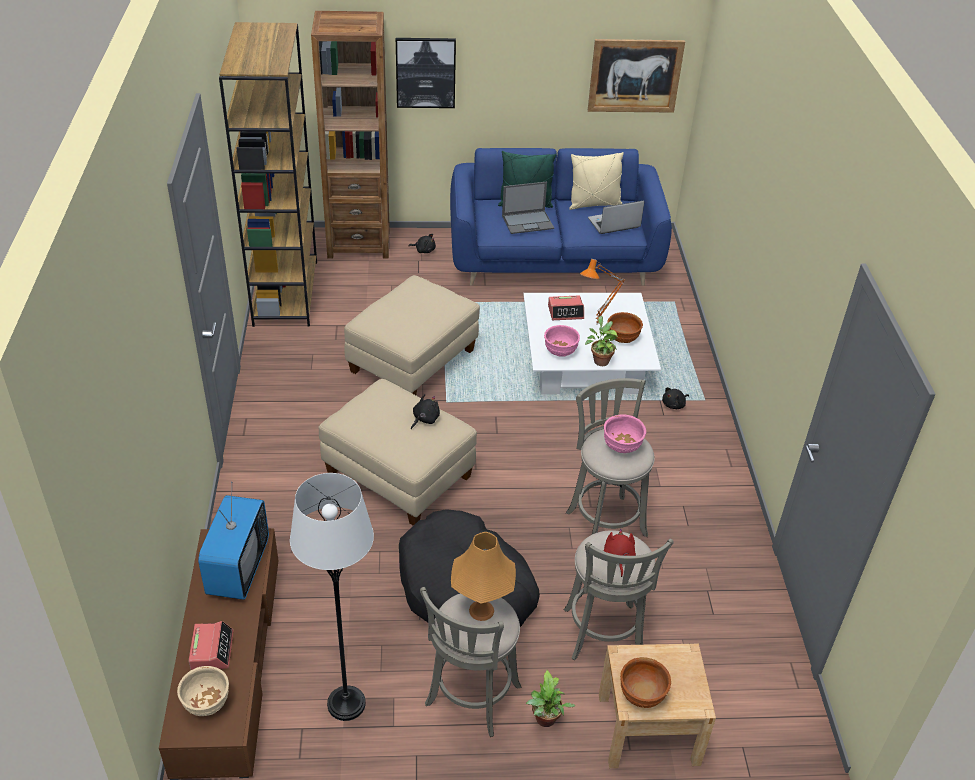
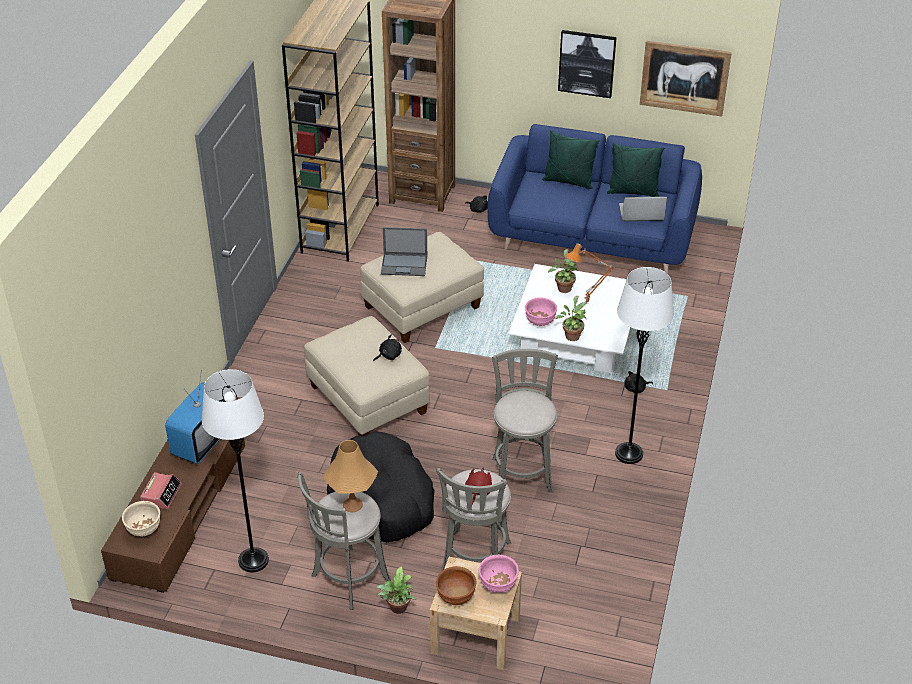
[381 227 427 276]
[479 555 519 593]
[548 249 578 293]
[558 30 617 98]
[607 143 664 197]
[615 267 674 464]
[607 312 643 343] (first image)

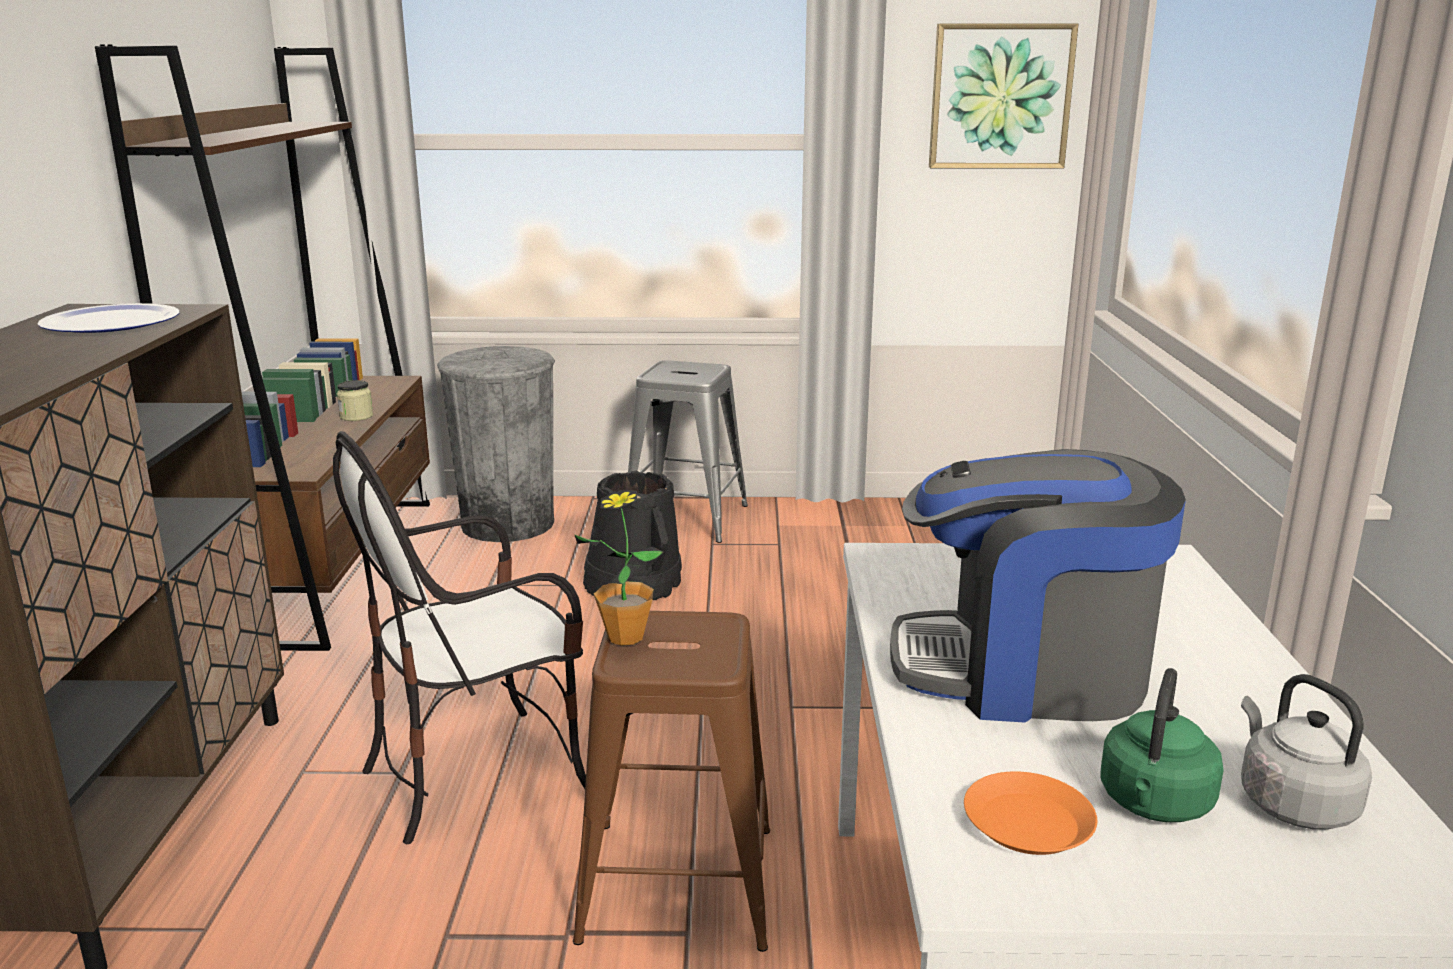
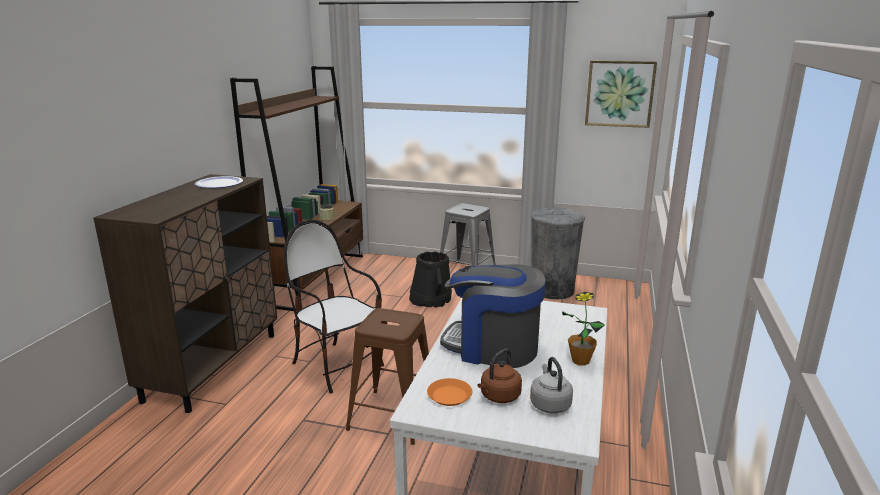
[284 220 384 393]
[478 349 522 403]
[531 208 585 300]
[562 292 605 366]

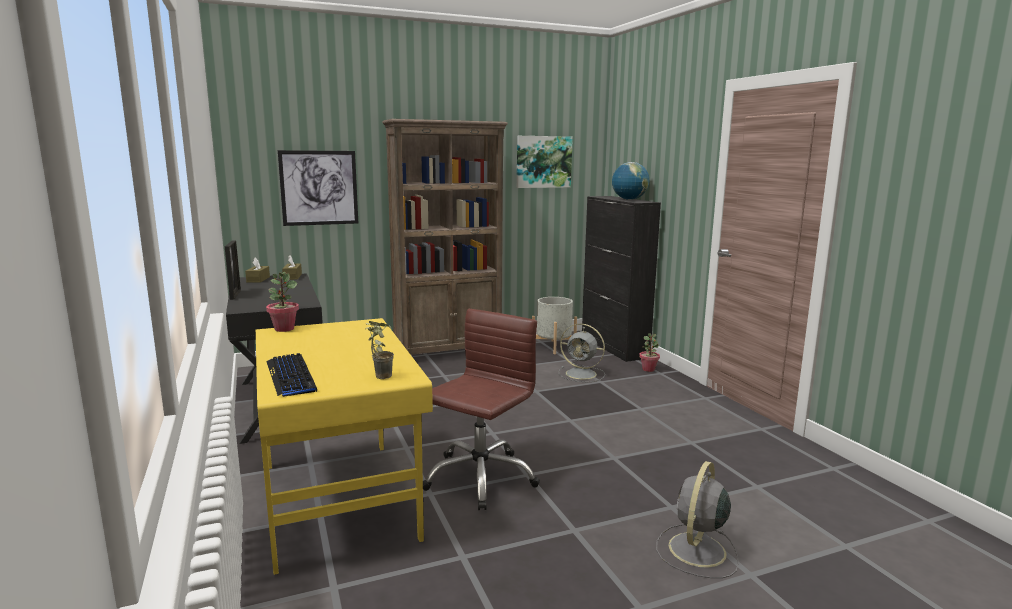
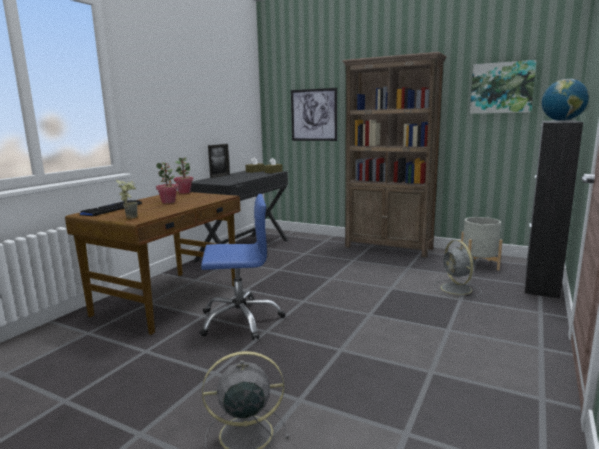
[65 191 240 335]
[156 162 178 204]
[199 194 285 340]

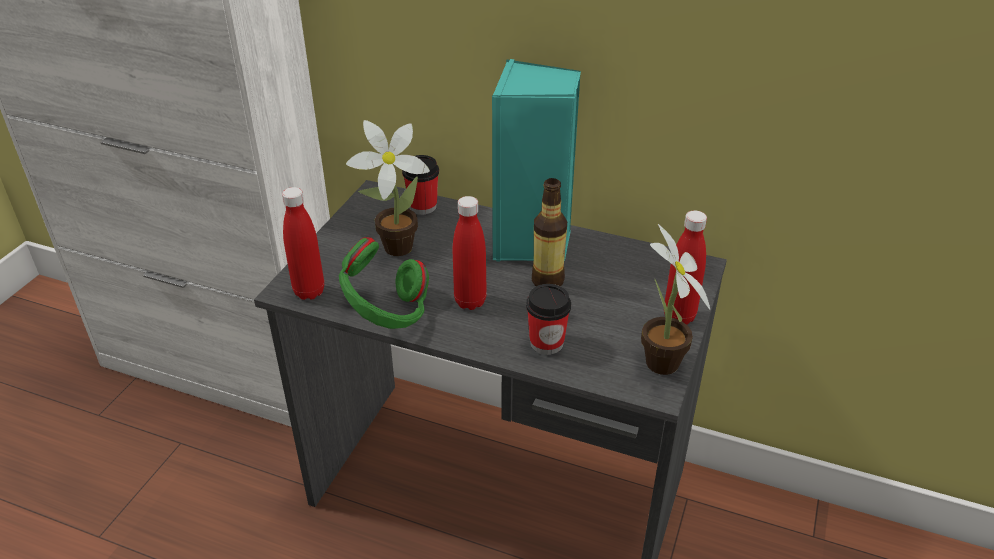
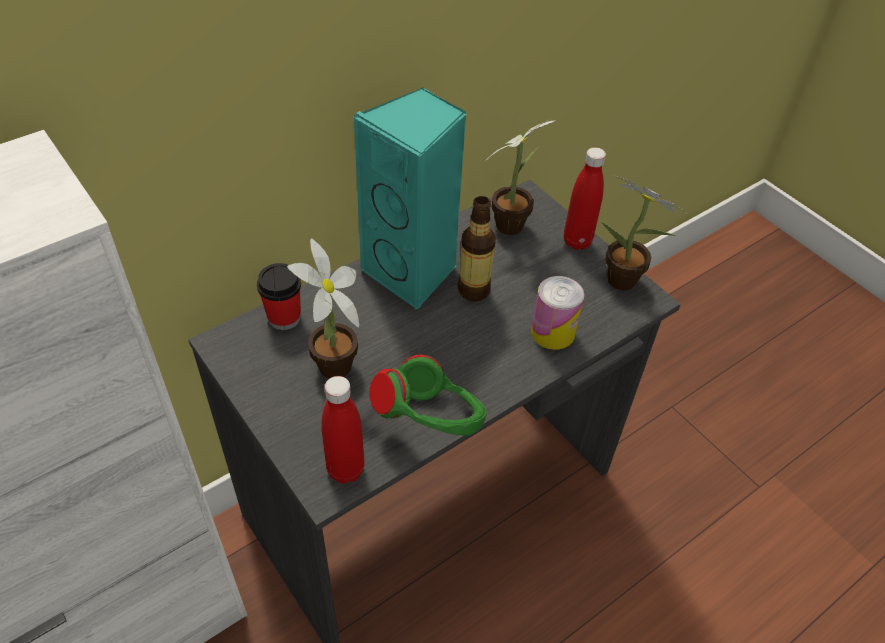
[484 120 554 235]
[531 276 584 350]
[453 196 487 310] (first image)

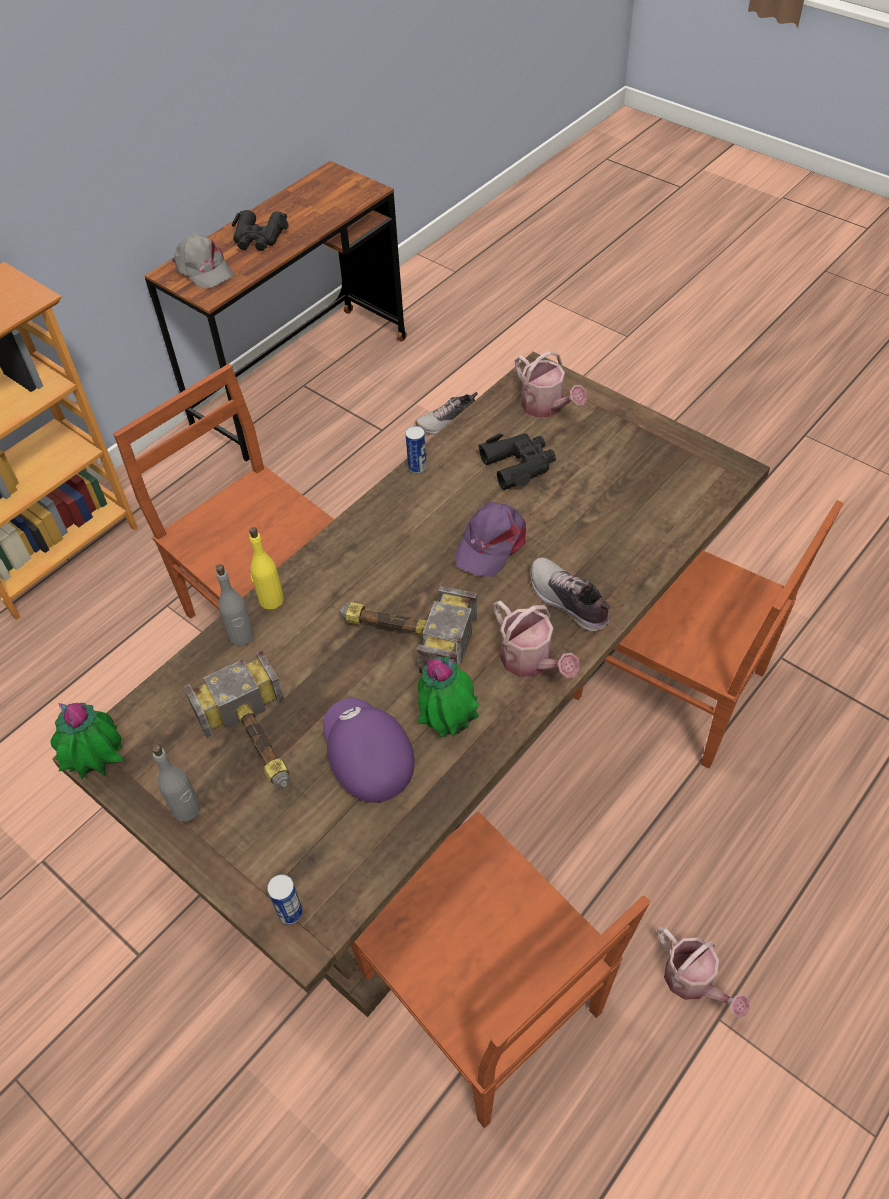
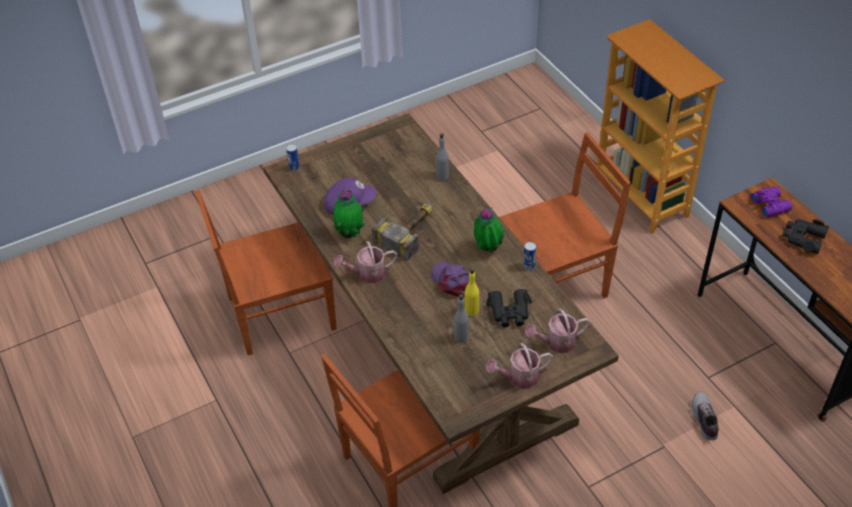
[453 294 469 343]
[465 268 479 316]
[474 207 505 253]
[486 343 553 388]
[751 186 792 217]
[183 651 290 788] (first image)
[530 557 611 631] (first image)

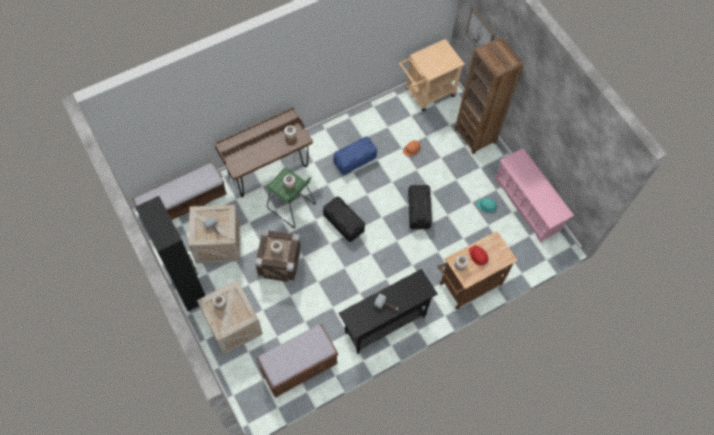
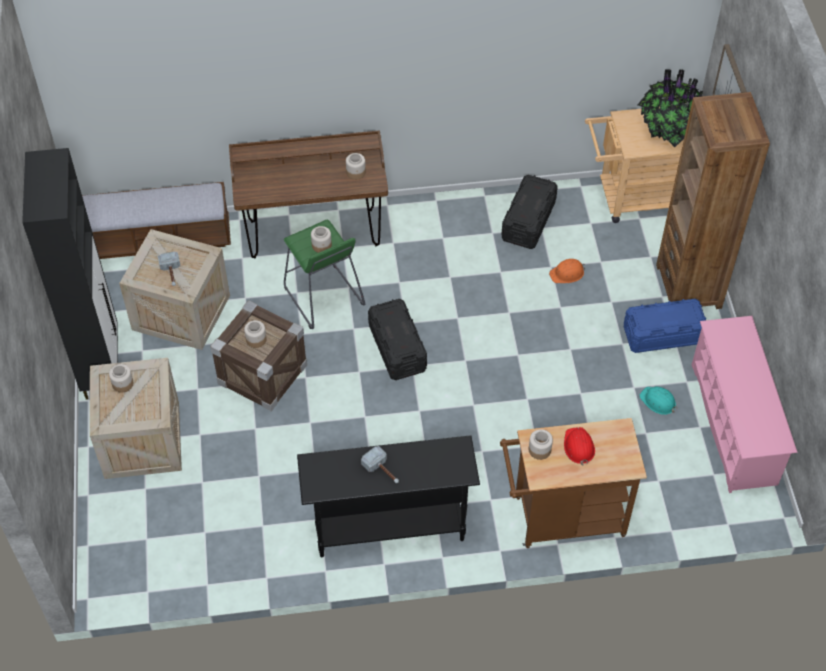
[501 175 558 249]
[624 299 706 353]
[638 69 703 147]
[257 324 338 398] (first image)

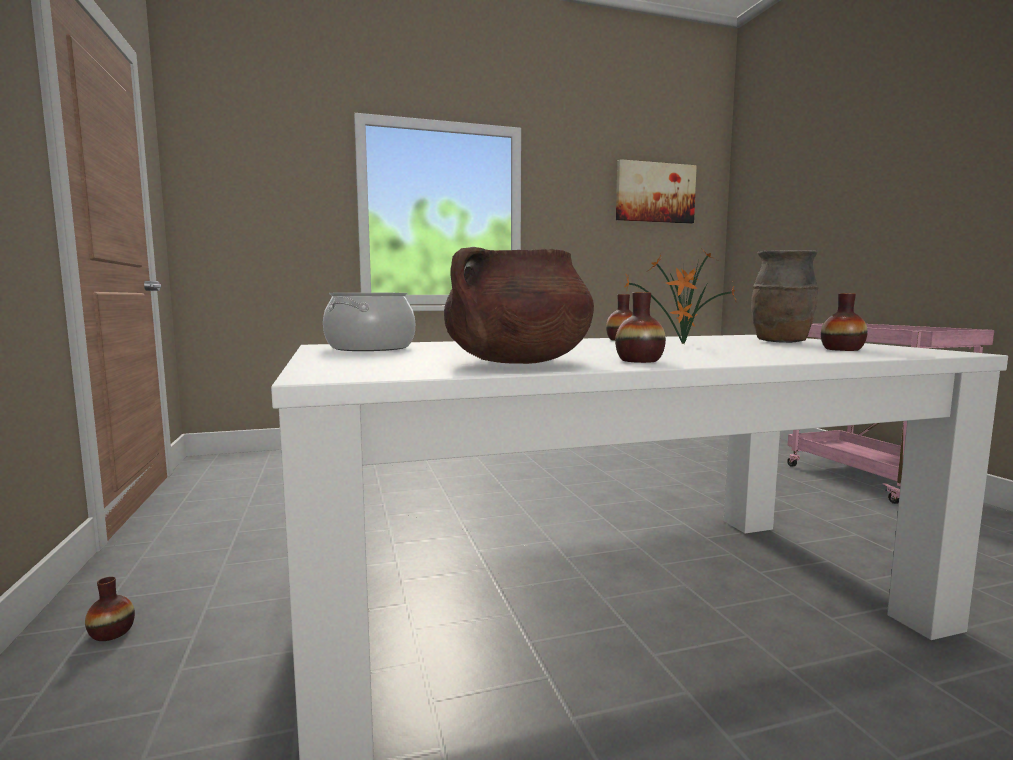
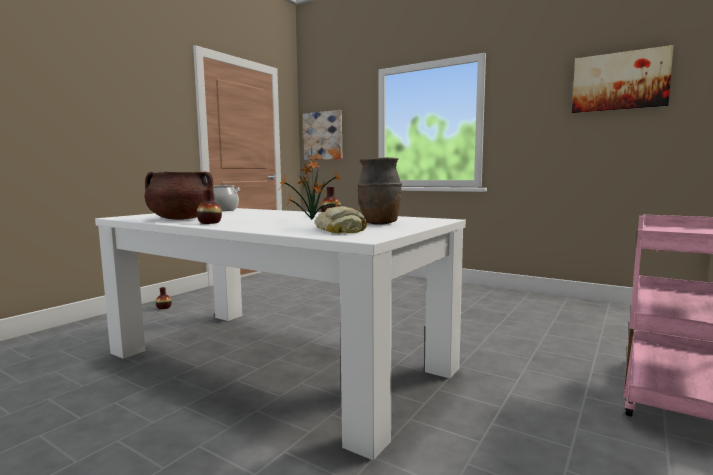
[303 110 342 160]
[315 206 367 233]

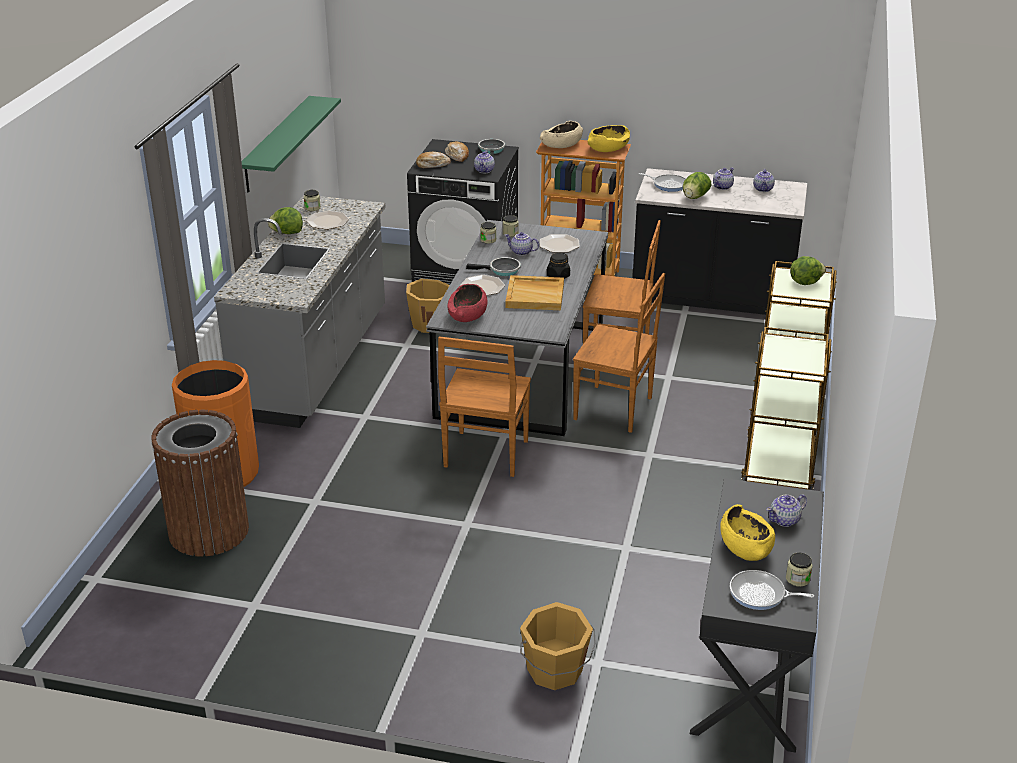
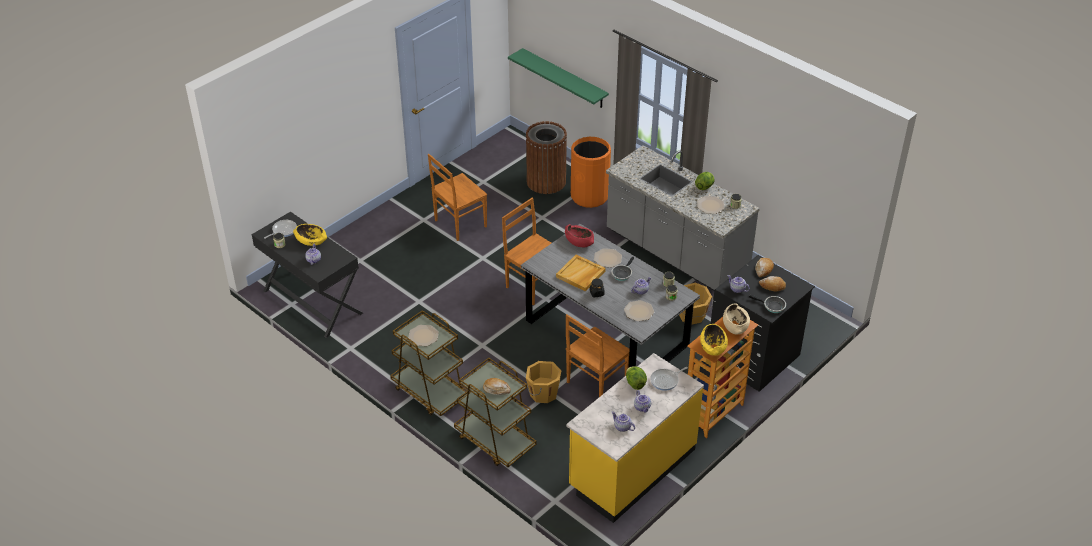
[408 325 439 346]
[428 154 487 241]
[483 378 511 395]
[508 48 609 108]
[526 361 561 403]
[566 353 704 523]

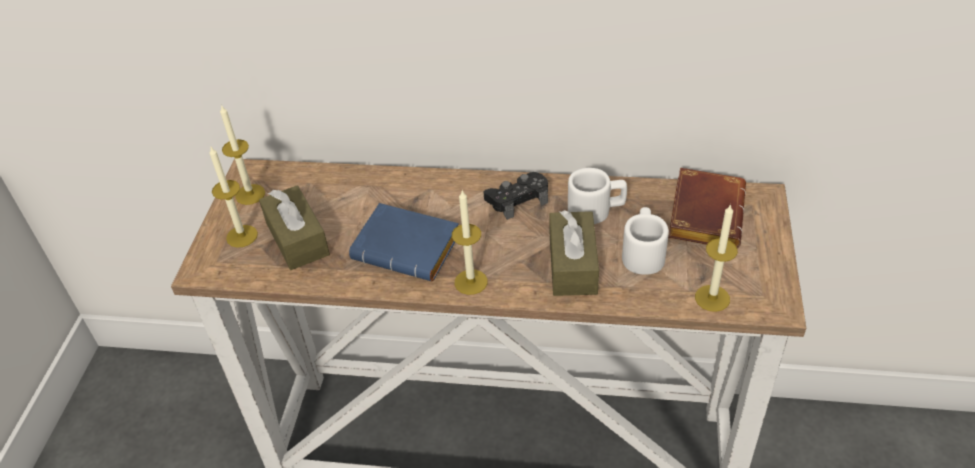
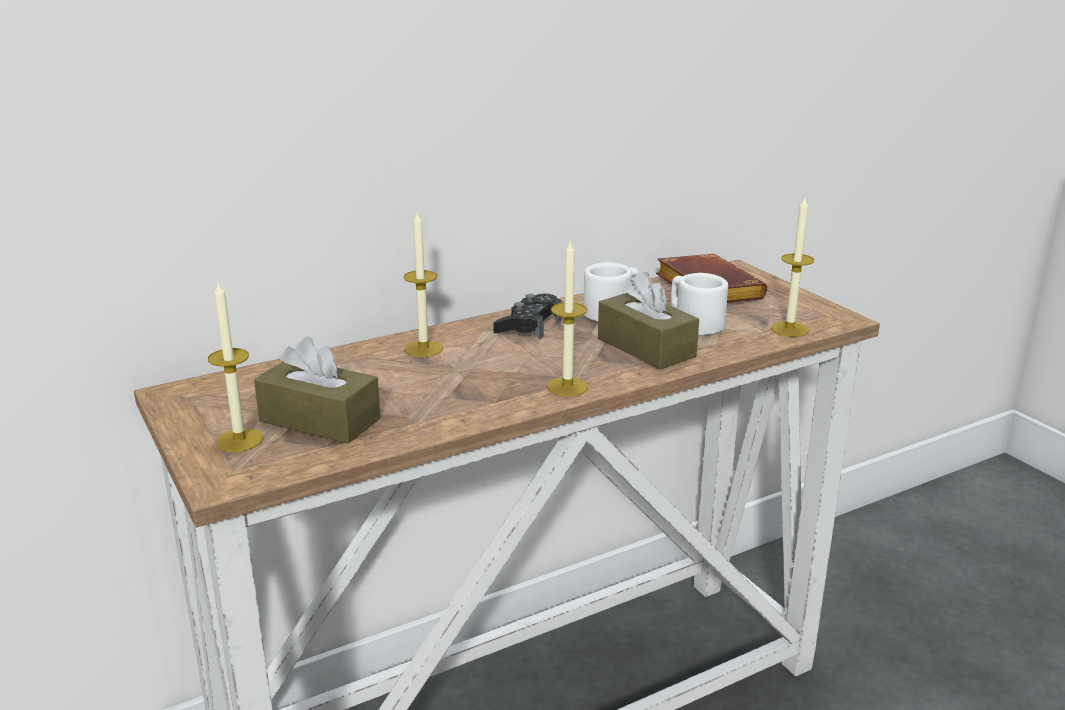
[404 211 443 357]
[349 203 459 281] (first image)

